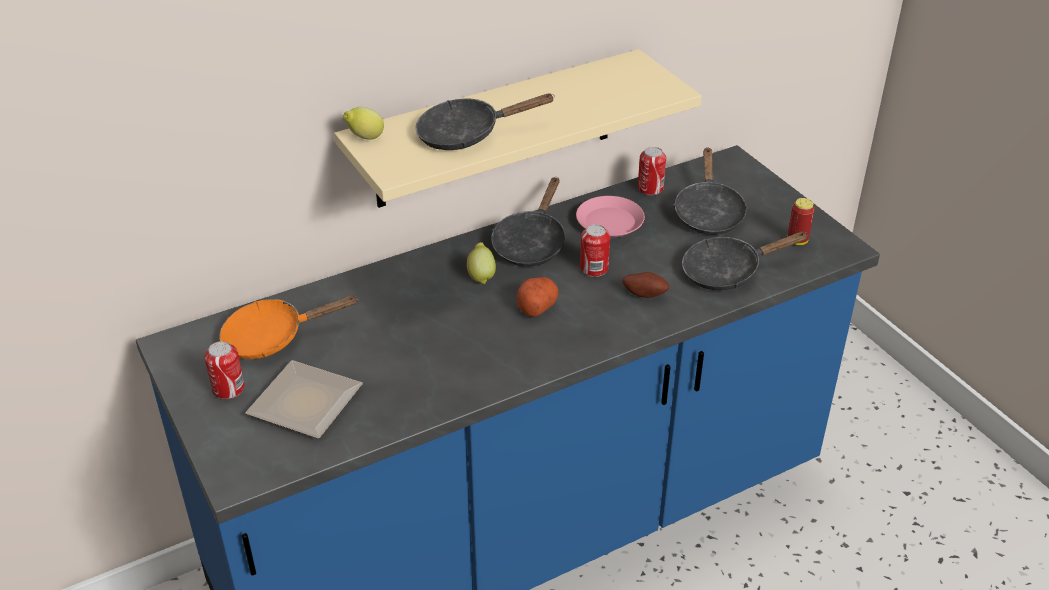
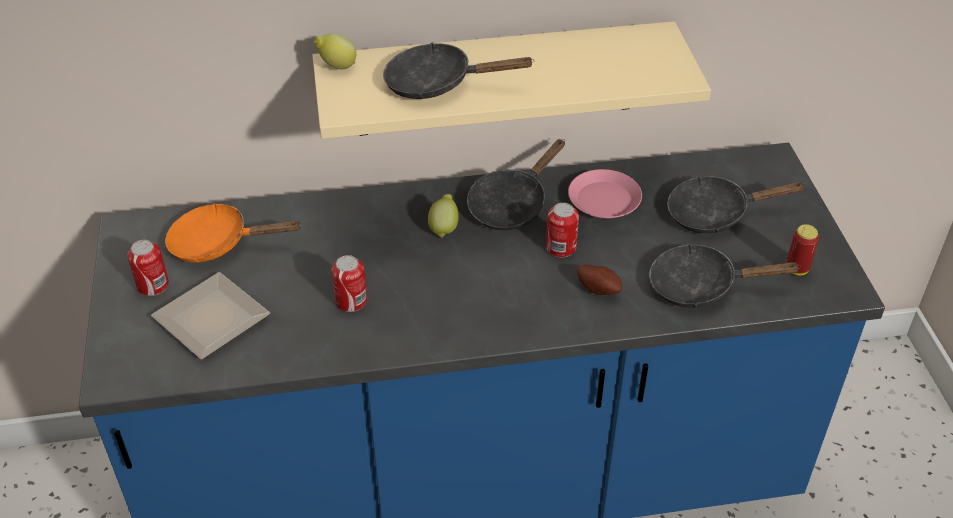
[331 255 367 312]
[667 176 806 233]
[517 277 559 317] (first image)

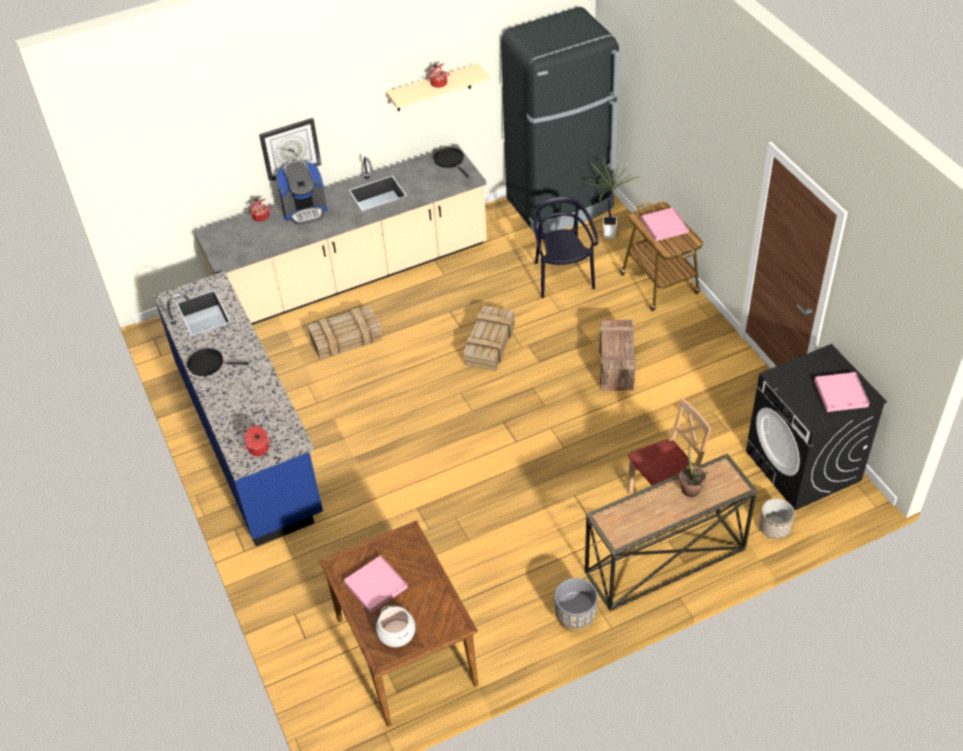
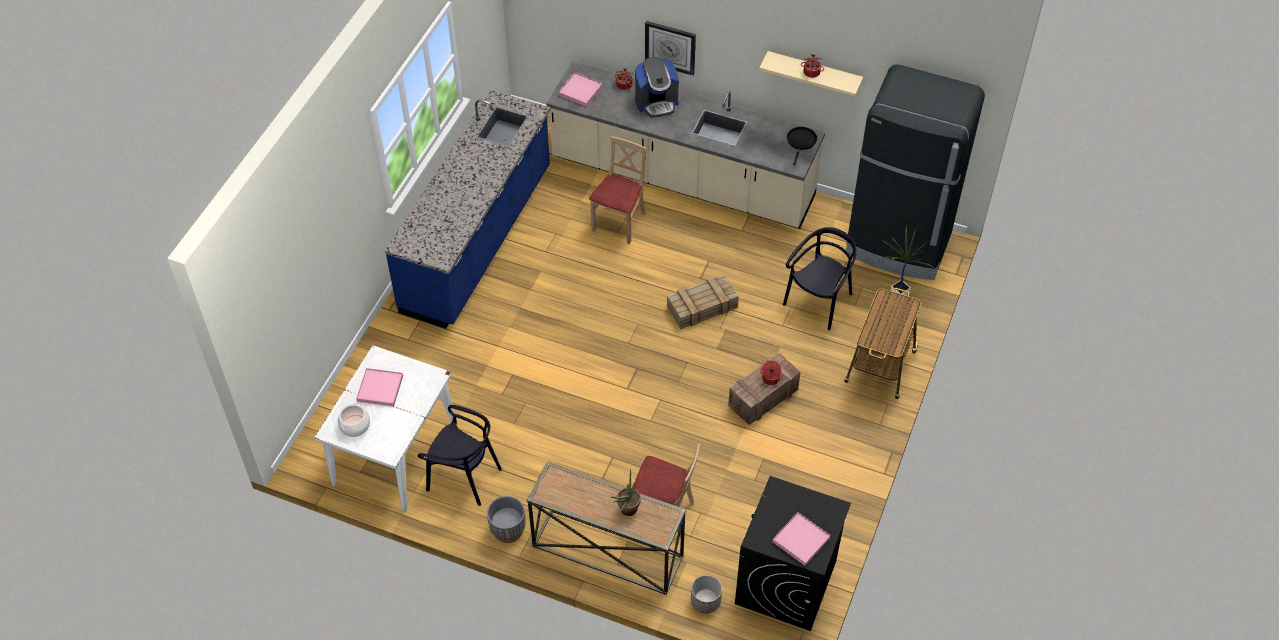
[314 345 454 512]
[418 405 502 506]
[558 72 603 107]
[589 136 647 244]
[635 57 679 117]
[760 360 783 385]
[187 349 249 376] (first image)

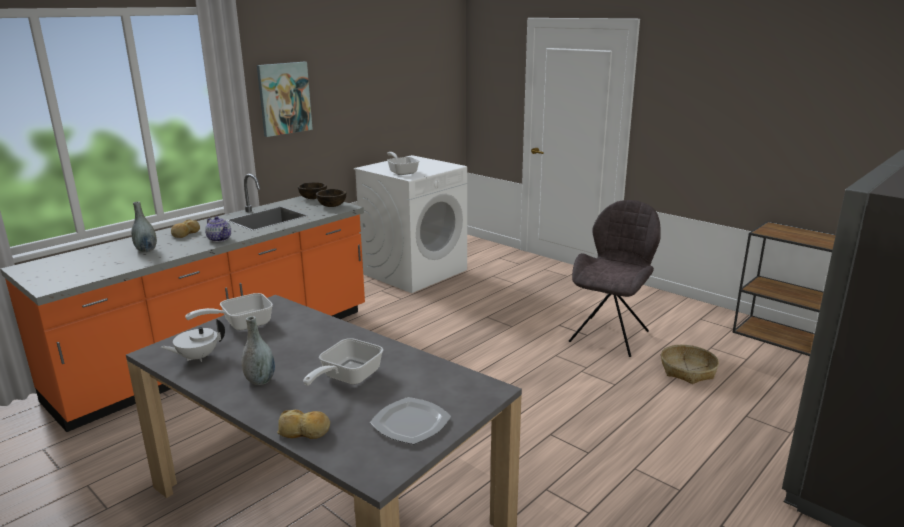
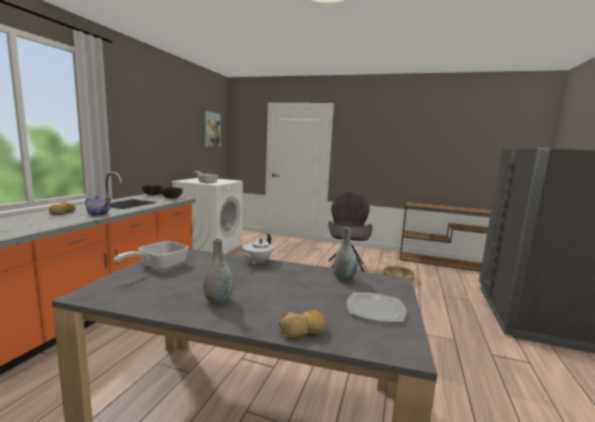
[203 111 220 147]
[242 233 273 264]
[333 227 357 282]
[303 338 383 386] (first image)

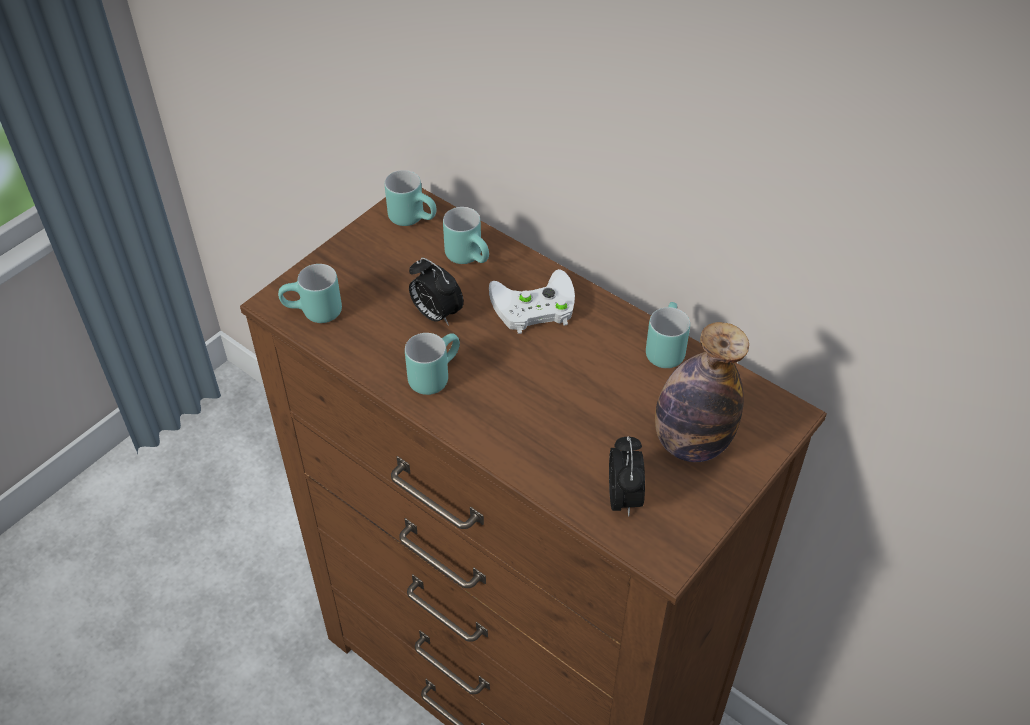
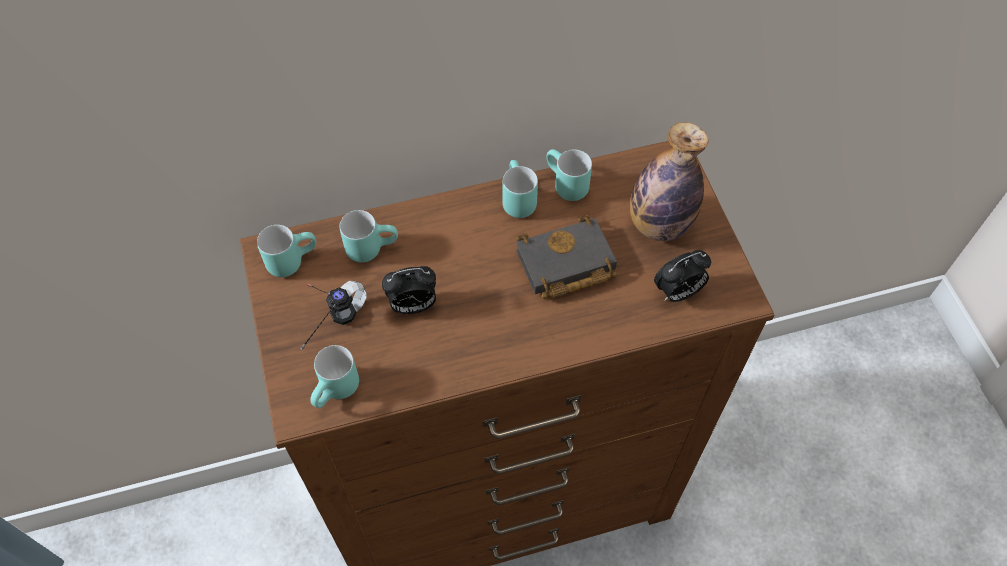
[300 281 367 350]
[503 160 538 218]
[516 215 618 300]
[654 250 711 302]
[489 269 575 334] (first image)

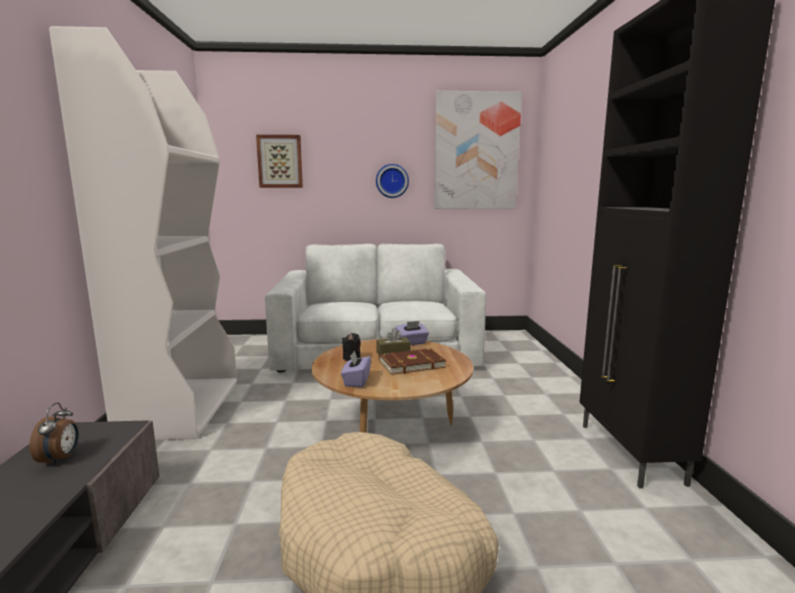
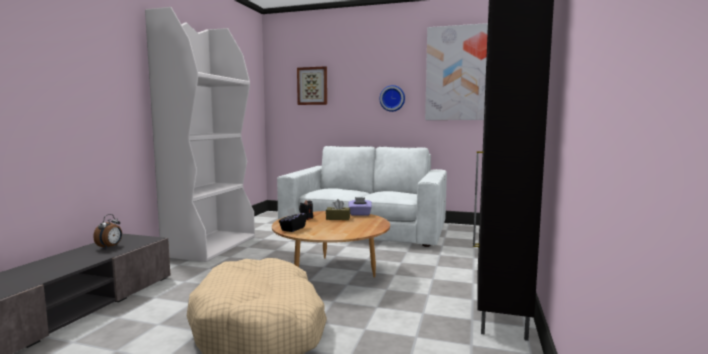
[279 208 307 232]
[379 348 446 375] (first image)

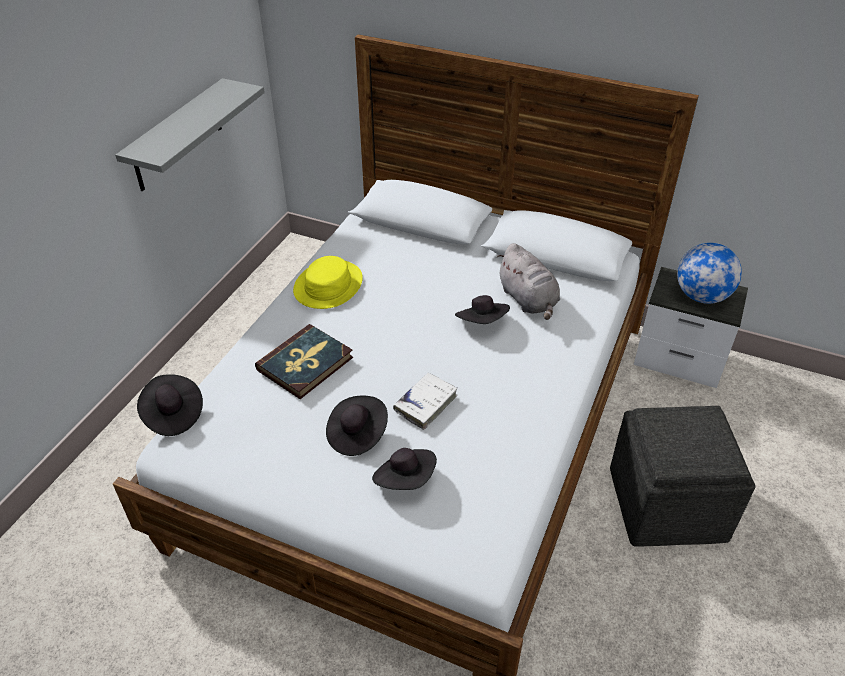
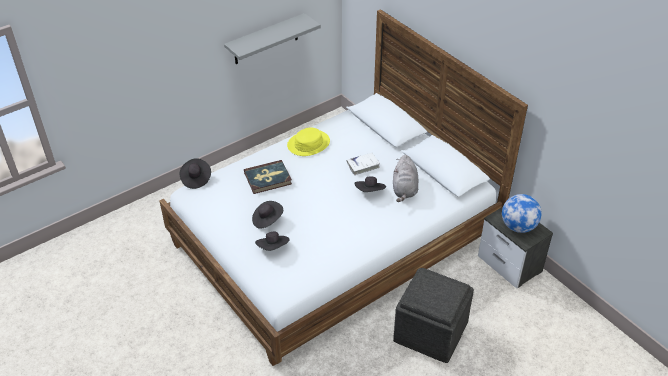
[347 153 380 175]

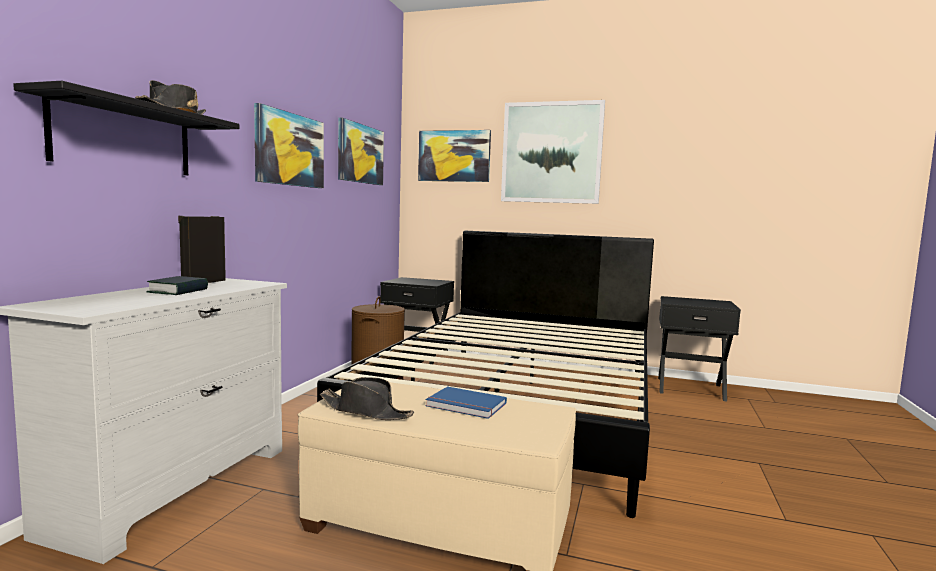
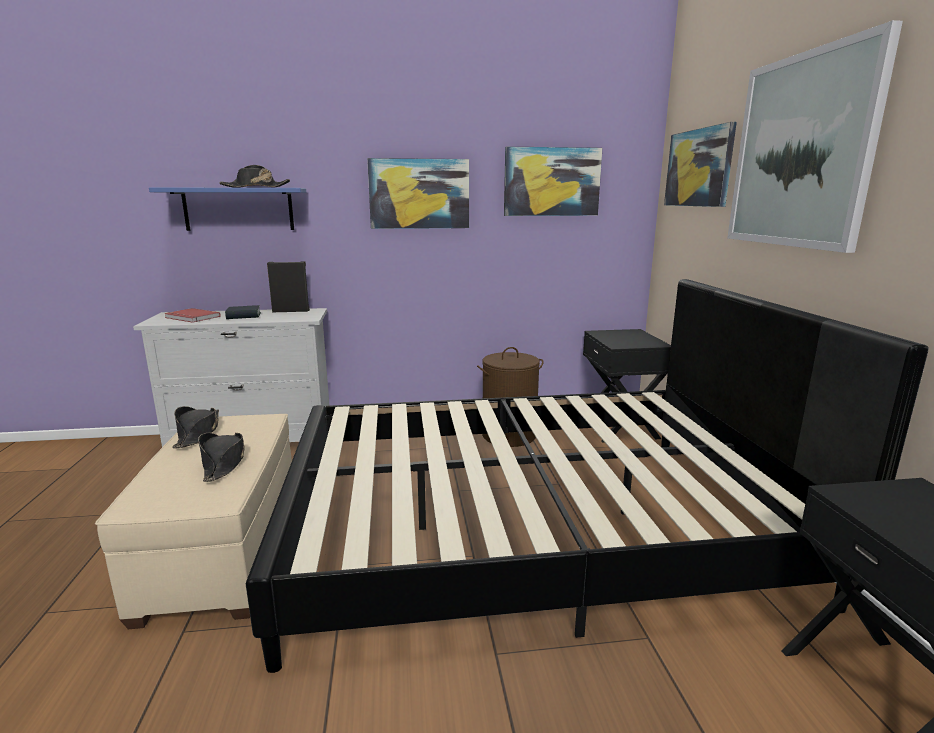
[149 188 306 231]
[164 308 221 323]
[198 433 245 482]

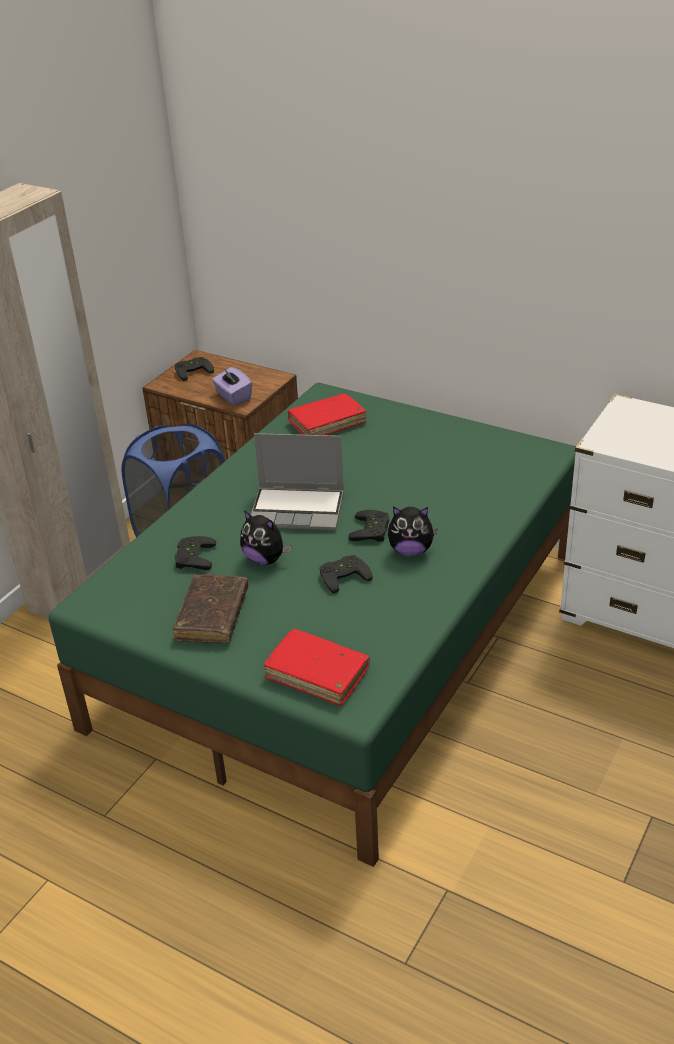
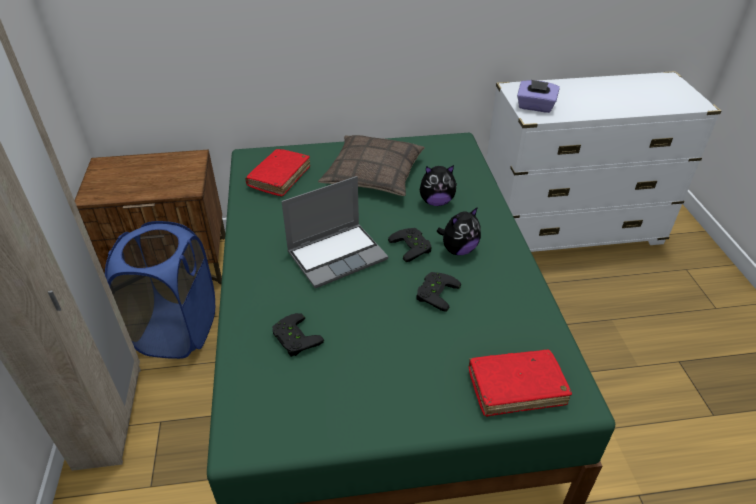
[318 135 425 196]
[420 165 457 206]
[517 80 560 113]
[173 574 248 643] (first image)
[175 357 214 381] (first image)

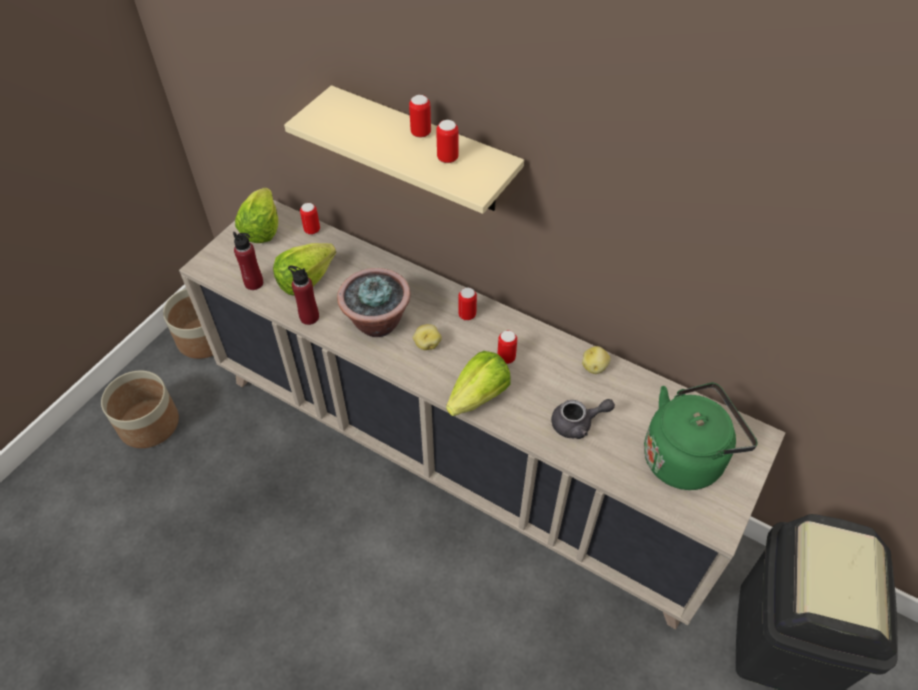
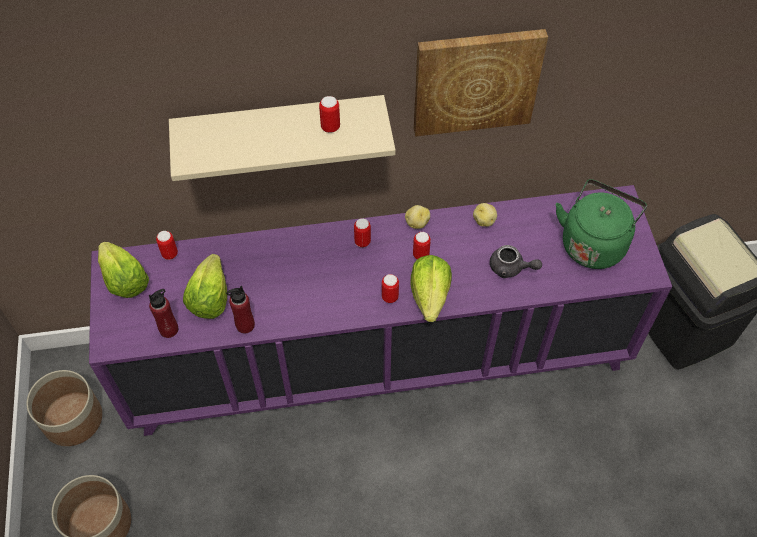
[89 185 672 436]
[382 274 399 303]
[405 205 430 229]
[414 29 548 137]
[490 245 542 278]
[337 268 411 337] (first image)

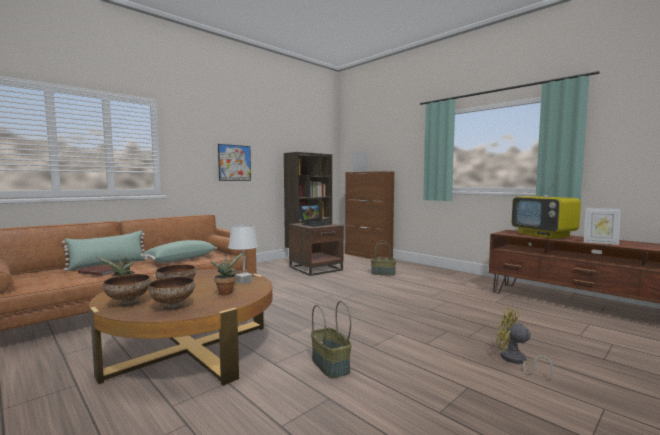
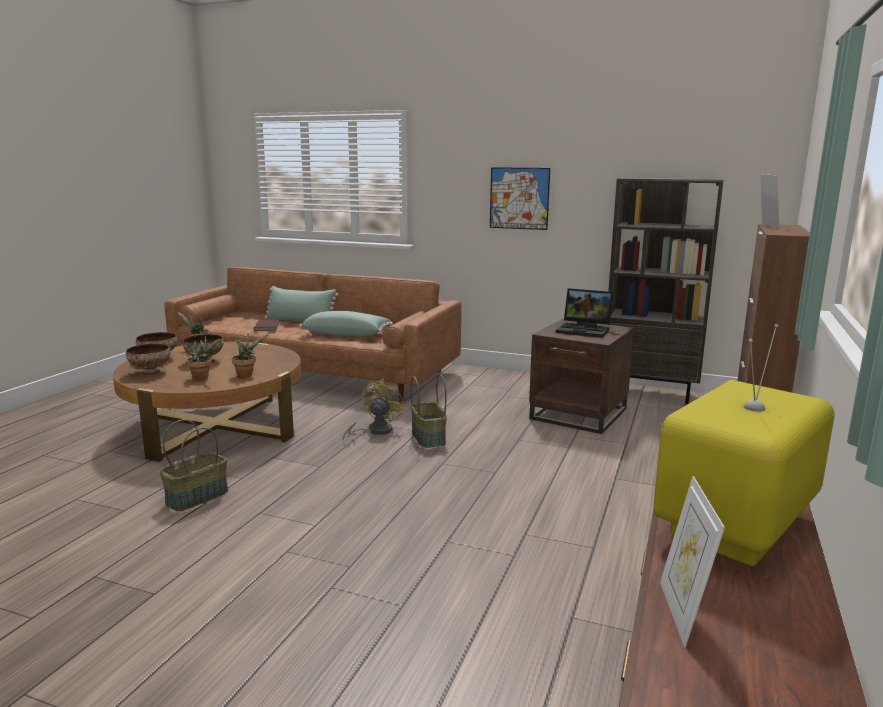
[232 333 269 378]
[343 379 404 441]
[410 374 447 448]

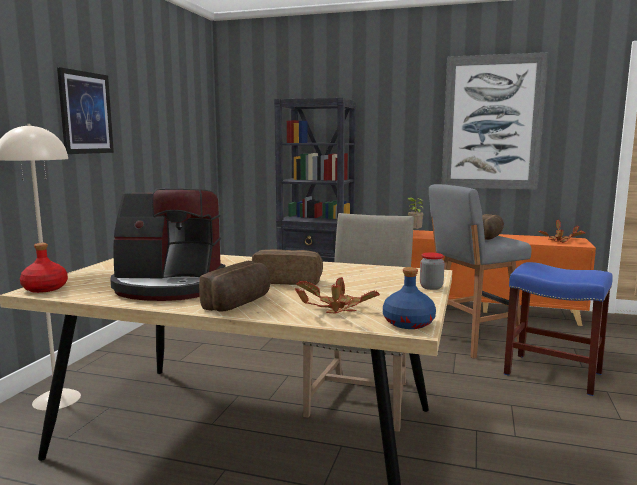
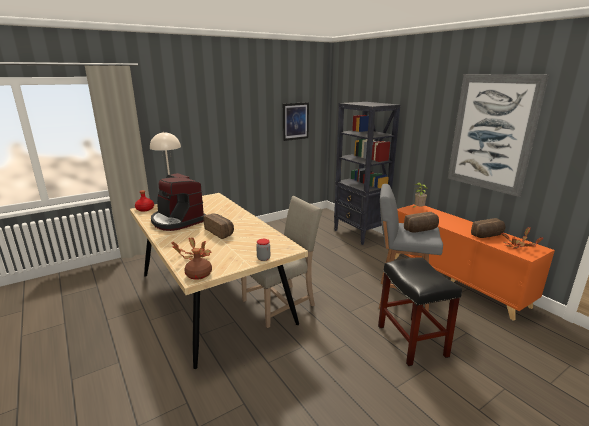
[184 248 212 280]
[283 102 309 141]
[378 258 462 366]
[471 218 506 238]

